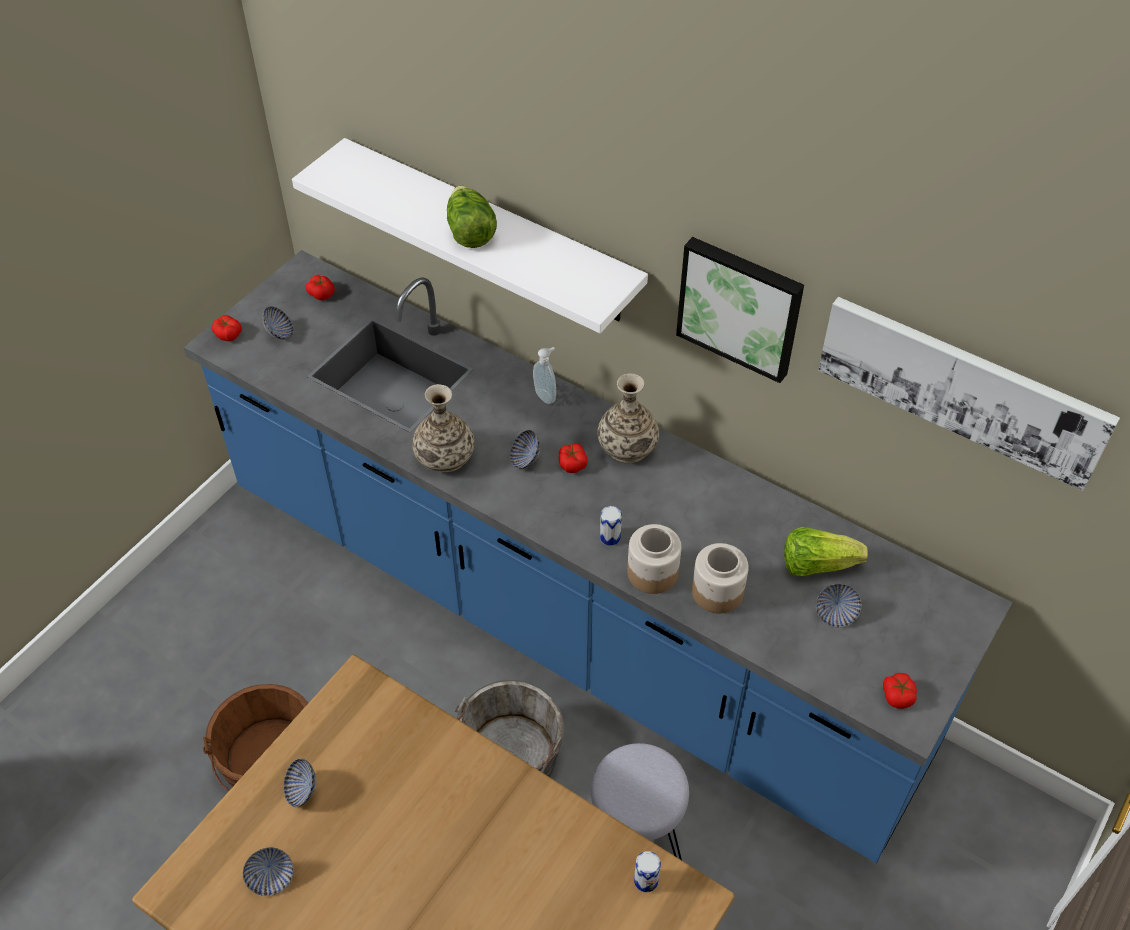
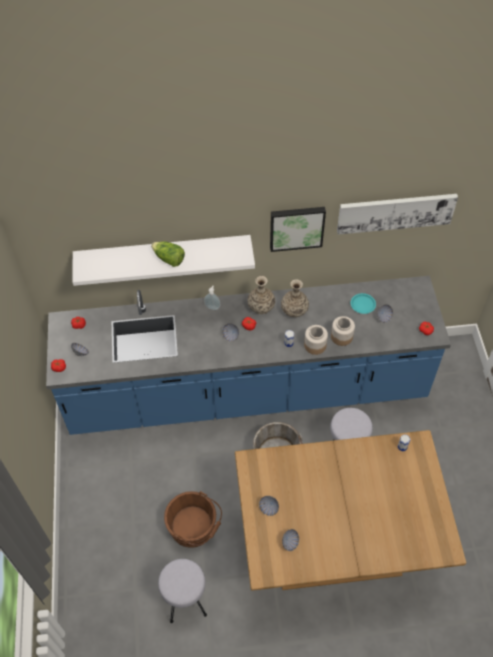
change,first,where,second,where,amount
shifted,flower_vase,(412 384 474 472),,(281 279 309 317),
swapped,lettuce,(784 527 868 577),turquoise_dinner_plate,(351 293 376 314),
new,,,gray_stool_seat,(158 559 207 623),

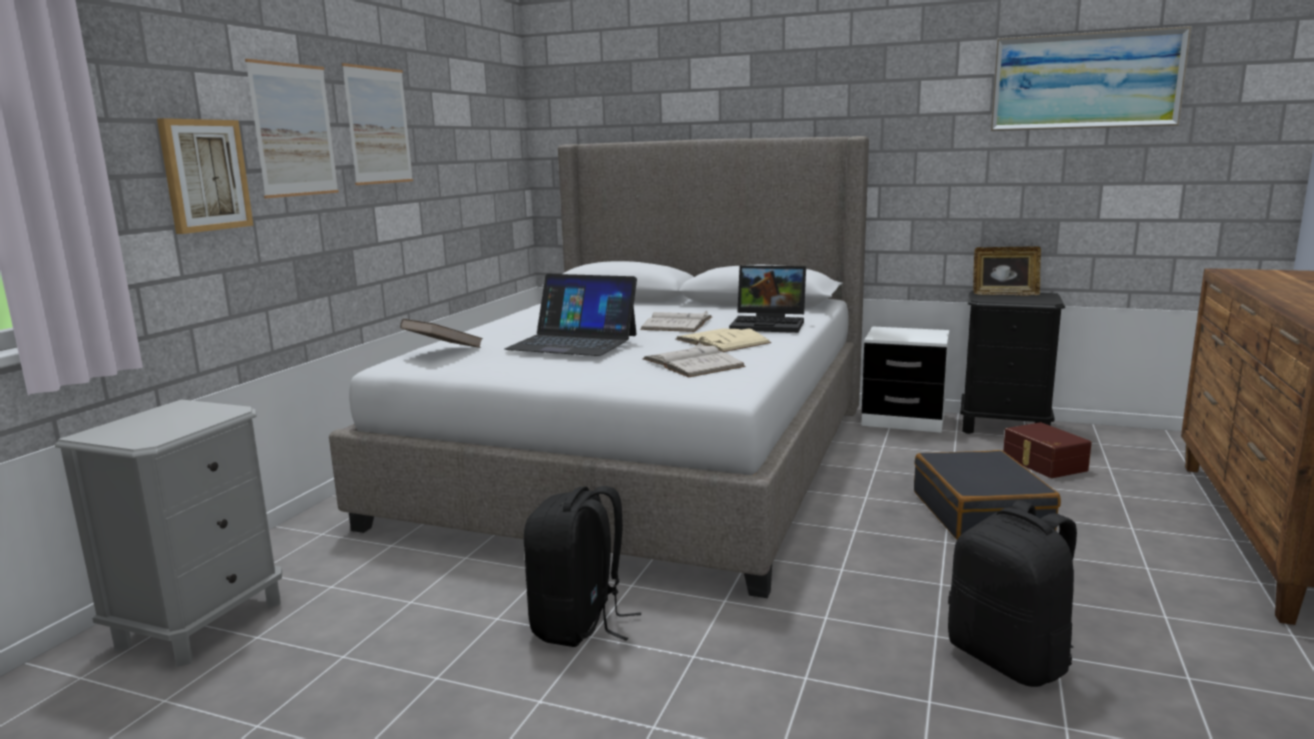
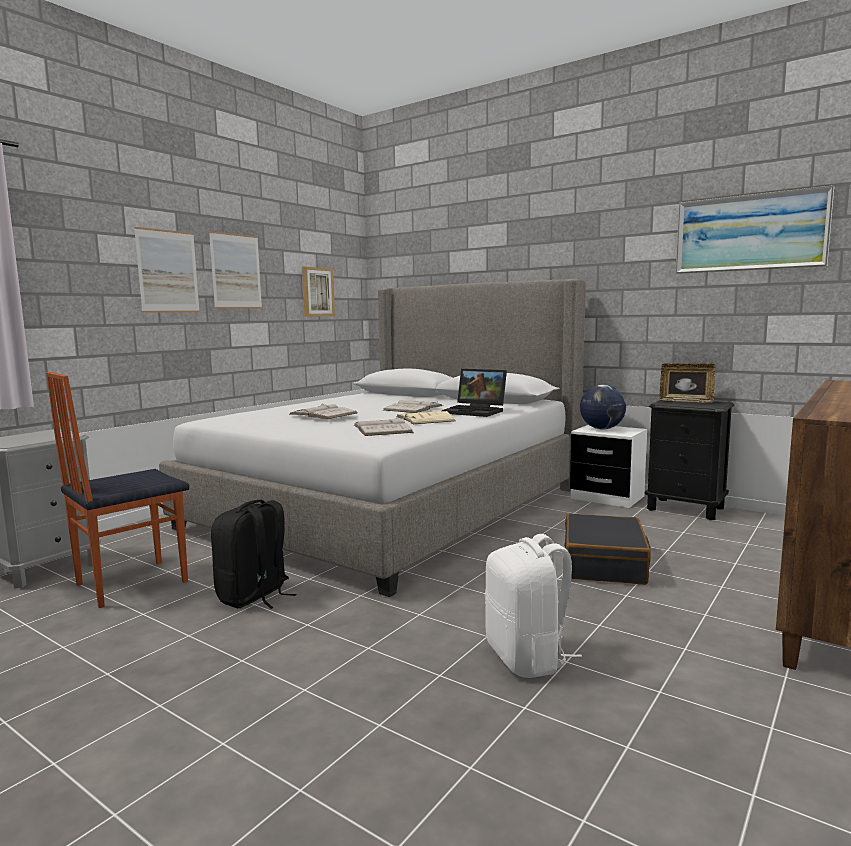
change,first,where,second,where,amount
shifted,picture,(157 118 254 234),,(302 267 335 317),
swapped,portable_computer,(504 274 637 356),white_bound_book,(290 403 357 419),
gone,brown_bound_book,(400 319 483 348),,,
gone,brown_storage_bin,(1003 422 1092 478),,,
repainted,black-coloured_rucksack,(948 500 1077 687),white_rucksack,(485 534 582 678),
new,,,plain_chair,(46 372 189 608),
new,,,desk_globe,(580 385 626 430),

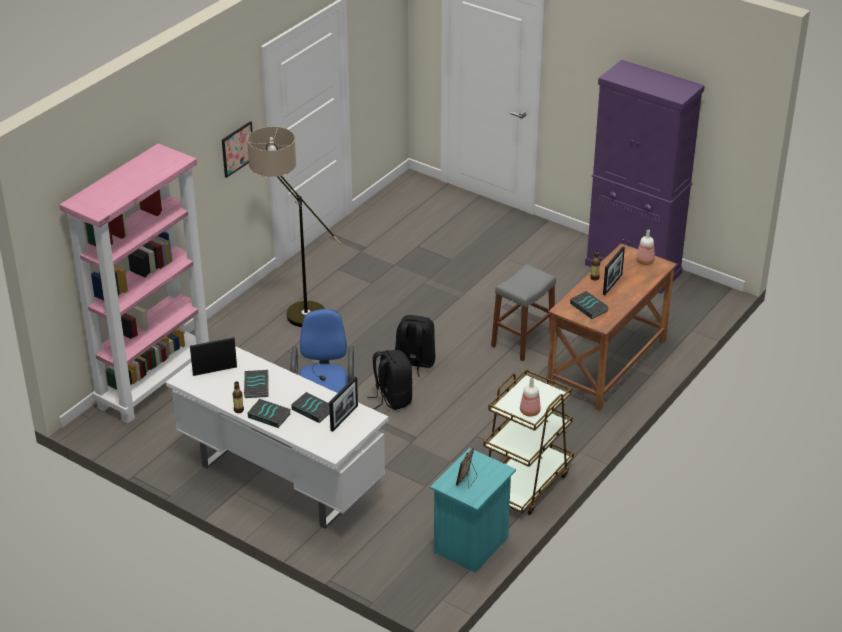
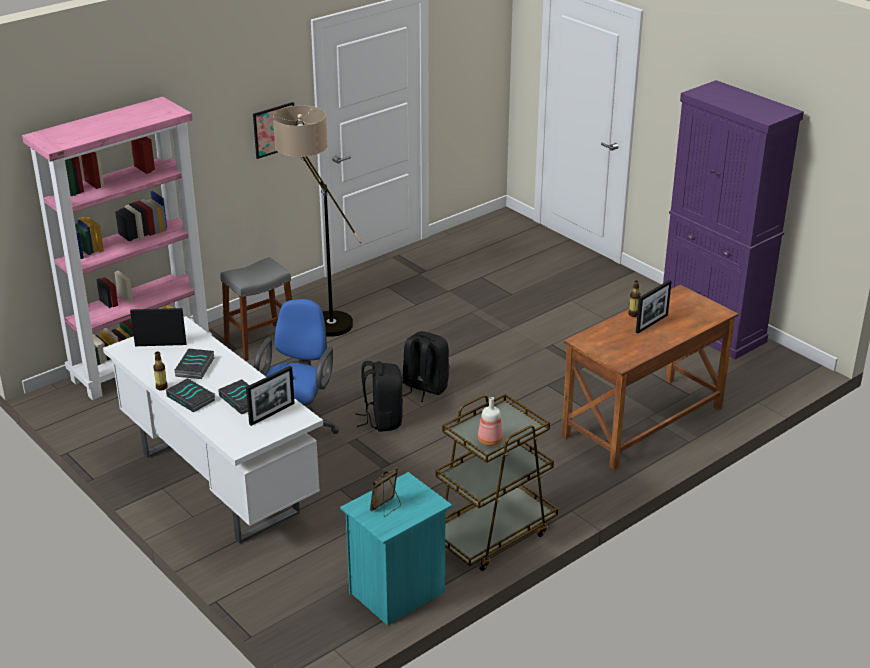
change,first,where,second,where,amount
gone,drink_bottle,(636 229 655 265),,,
shifted,gray_stool_seat,(491 264 556 361),,(220 257 292 361),
gone,bound_book,(570 291 609 319),,,

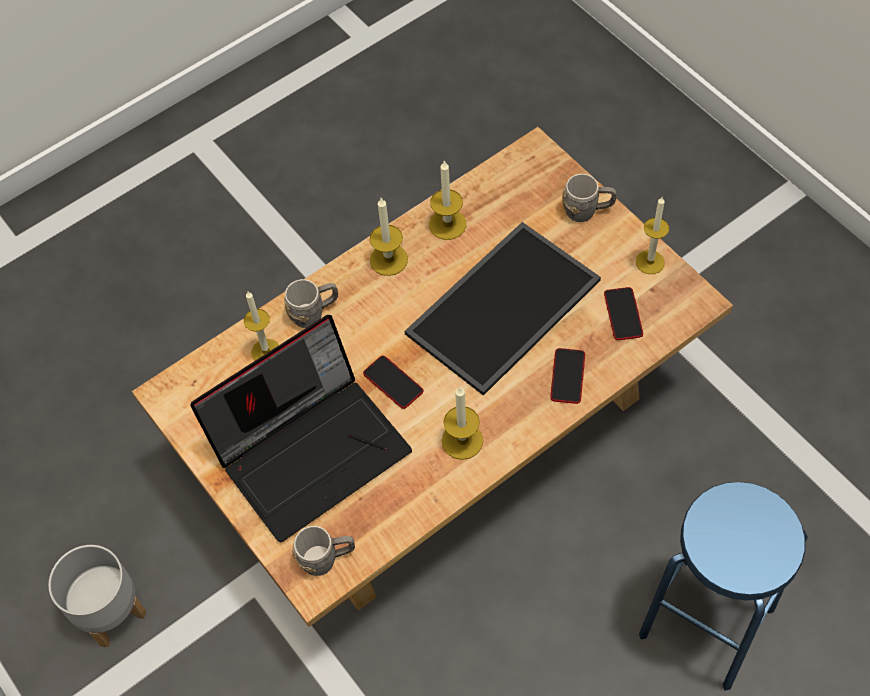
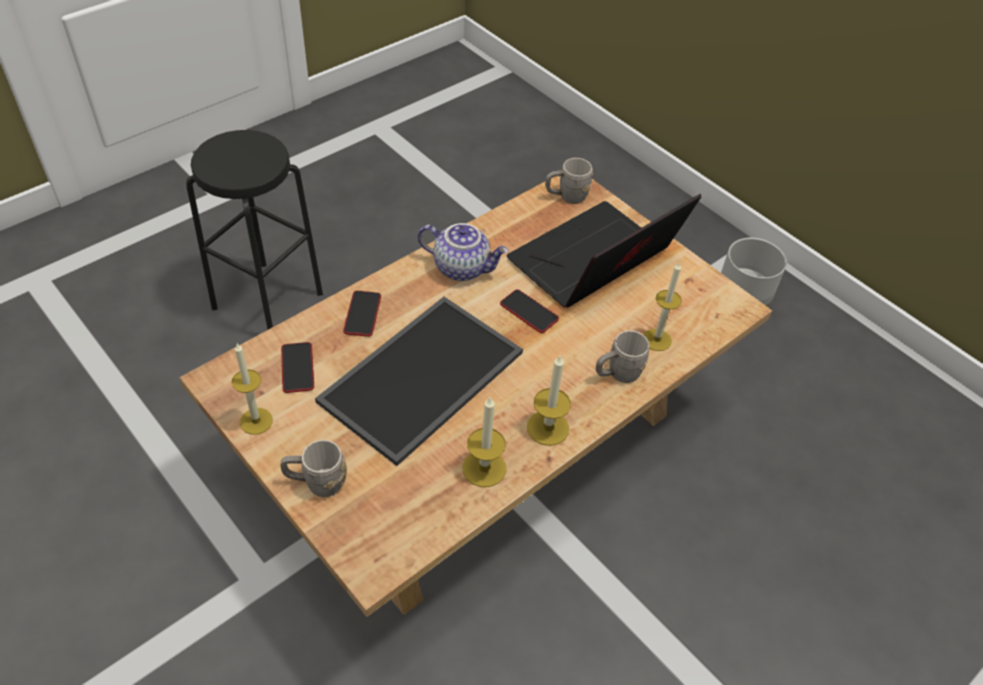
change,first,where,second,where,amount
swapped,candle,(442 387 483 460),pot_for_tea,(418 223 509 281),
repainted,blue_stool_seat,(639 482 808 691),black-coloured_stool_seat,(186 130 323 330),

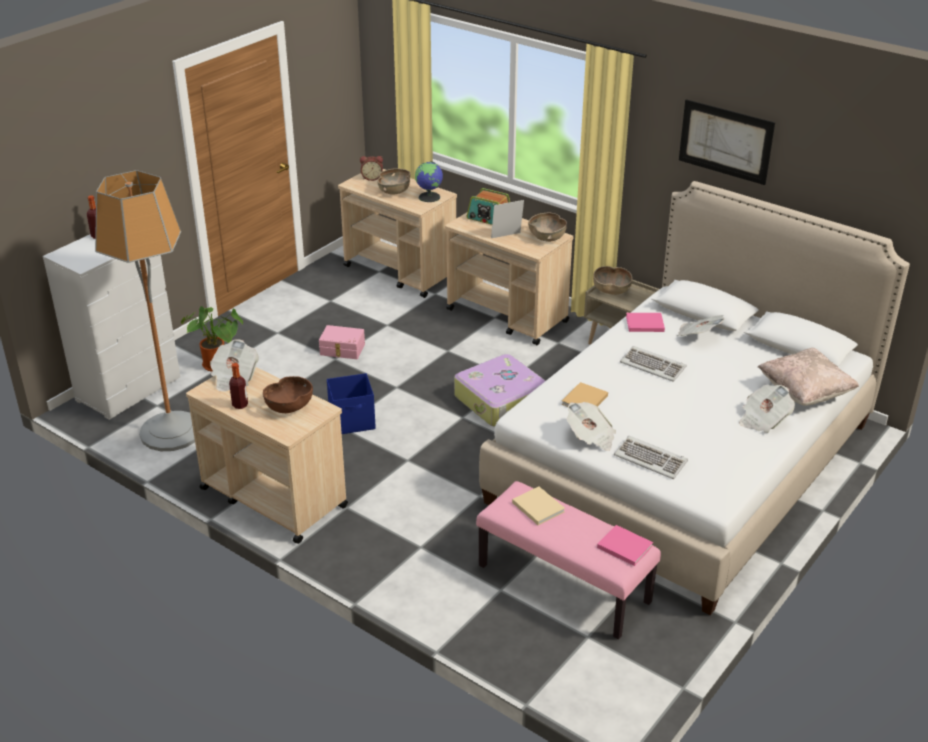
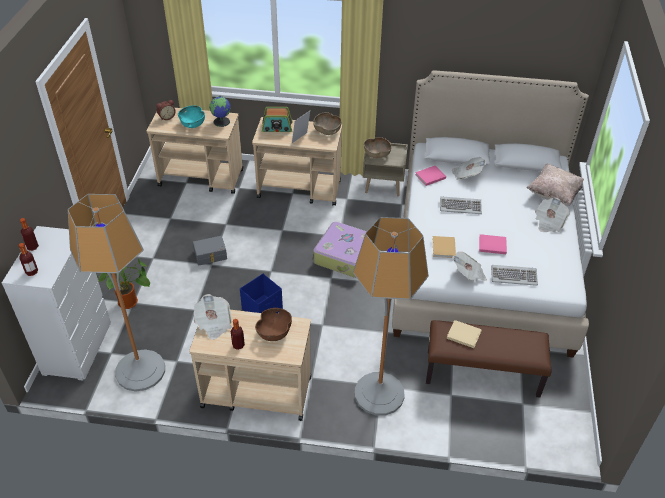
change,first,where,second,where,amount
gone,picture,(679 99 775 185),,,
repainted,brown_deep_dish,(377 168 410 195),turquoise_deep_dish,(178 106 205 128),
repainted,pinkish_storage_bin,(319 325 365 359),gray_storage_bin,(193 236 227 265),
repainted,pinkish_indoor_bench,(476 481 661 639),brown_indoor_bench,(426 320 552 398),
shifted,pinkish_bound_book,(597 525 653 566),,(479 234 507 254),
new,,,standing_lamp,(353 217 429 415),
new,,,drink_bottle,(19 243 38 276),

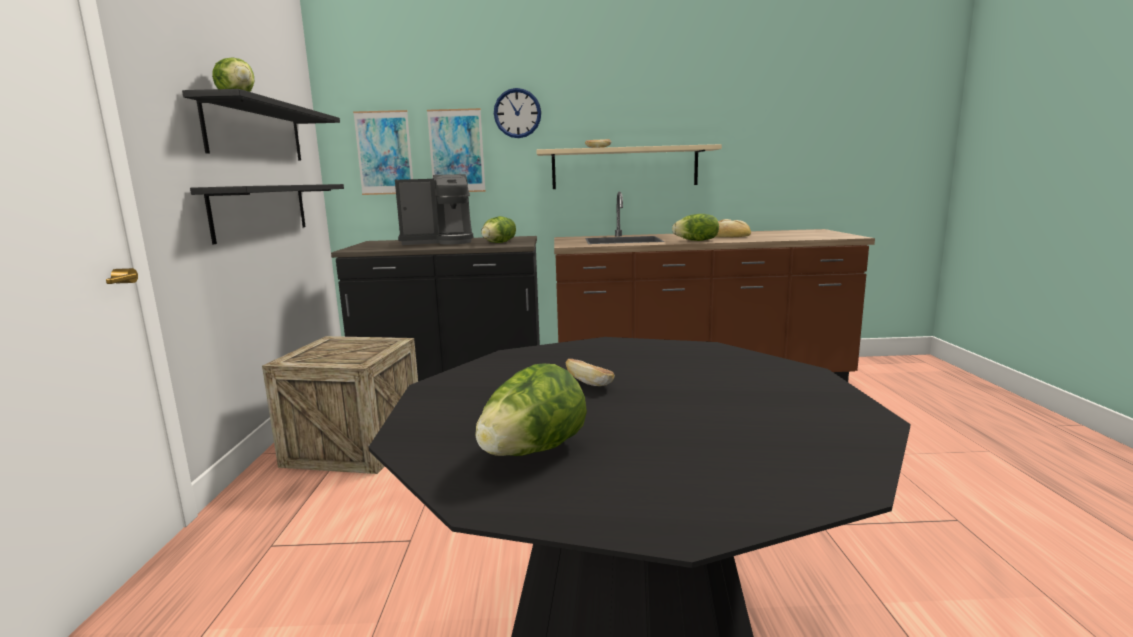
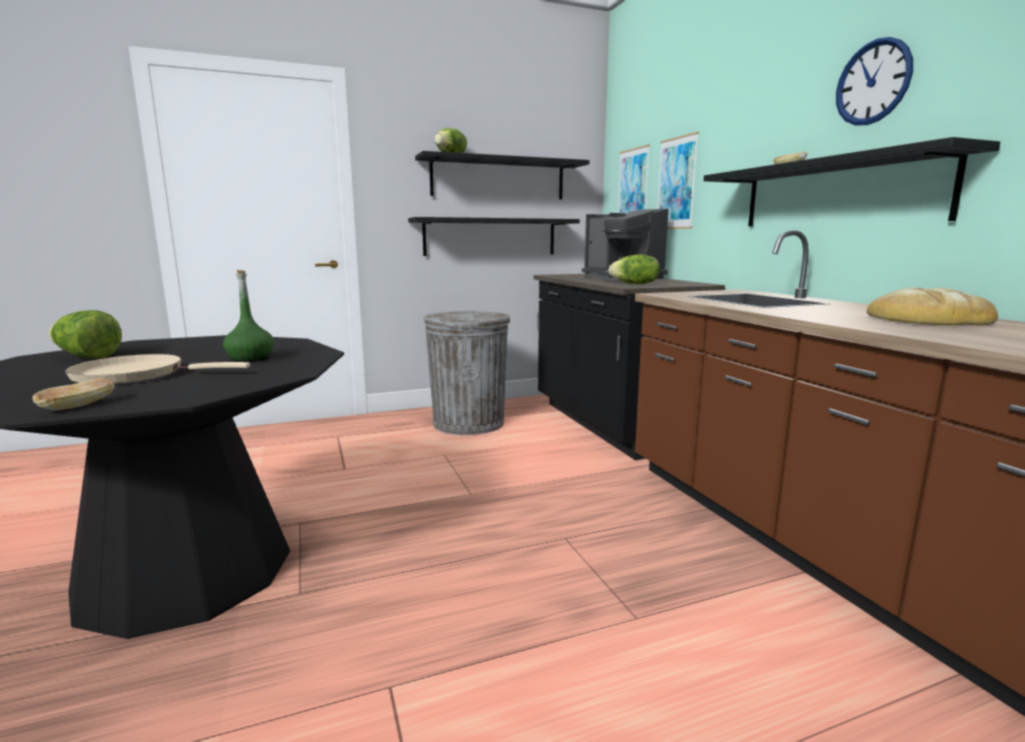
change,first,where,second,where,amount
shifted,hanging_clock,(494 88 541 138),,(836 37 913 125),
repainted,beige_shelf,(536 144 722 189),black-coloured_shelf,(704 137 1000 226),
gone,lettuce,(672 214 719 241),,,
swapped,shipping_crate,(262 336 418 474),gray_rubbish_bin,(423 311 510 435),
shifted,baked_bread,(565 359 614 386),,(32 379 115 410),
new,,,green_drink_bottle,(223 270 274 362),
new,,,beige_skillet,(65 354 250 384),

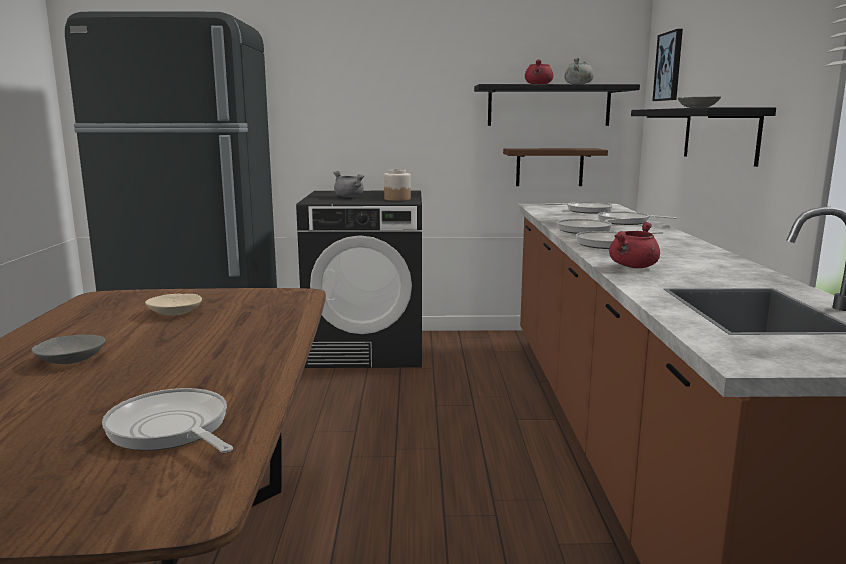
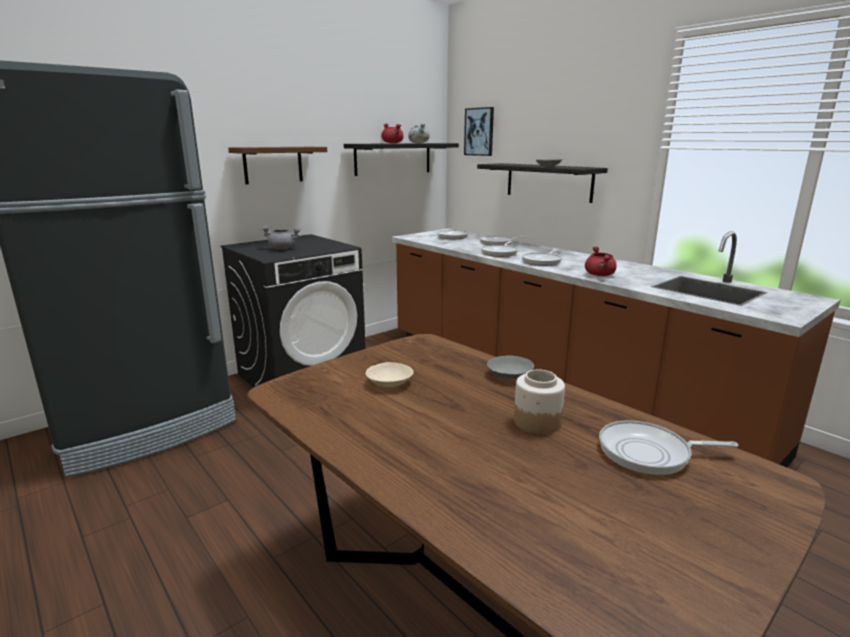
change,first,where,second,where,amount
shifted,brown_shelf,(503 148 608 186),,(228 147 327 184),
shifted,jar,(384 169 411 201),,(514 369 565 434),
shifted,gray_deep_dish,(31 335 105 364),,(487 355 534 379),

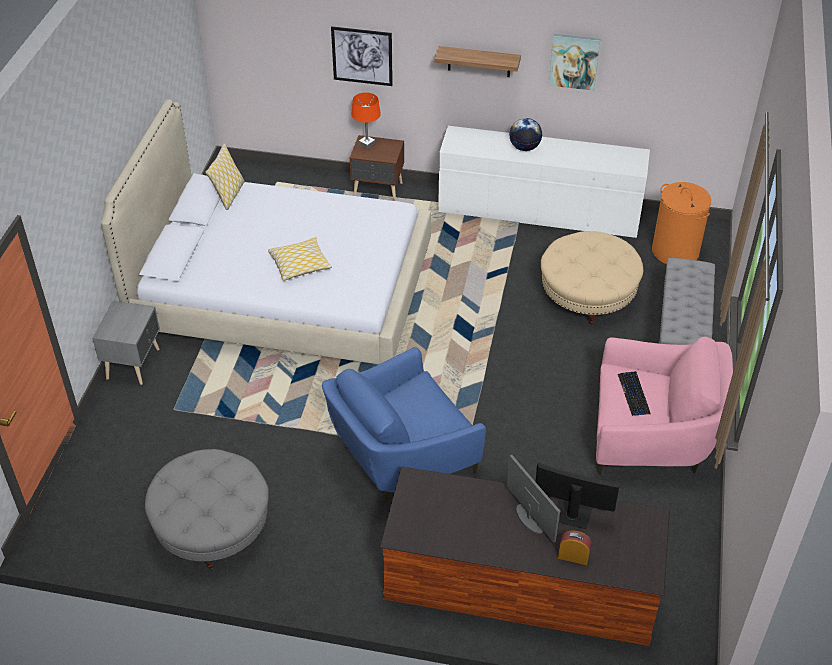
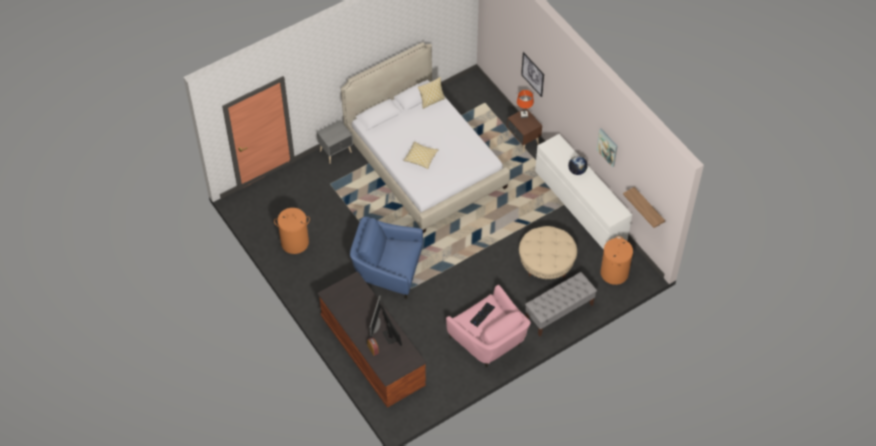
change,first,where,second,where,amount
shifted,shelf,(435 46 521 77),,(623 187 665 228),
swapped,gray_footrest,(145 449 269 570),orange_hamper,(274 208 310 254),

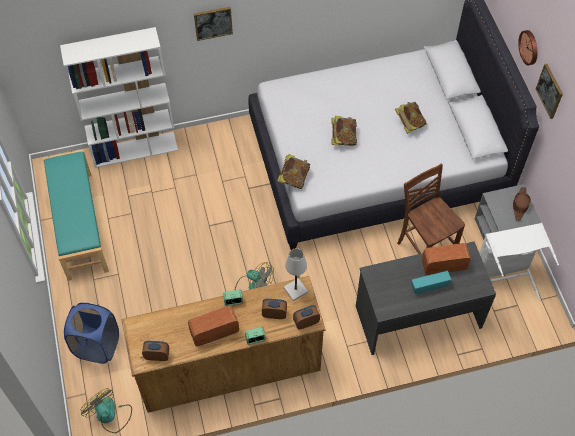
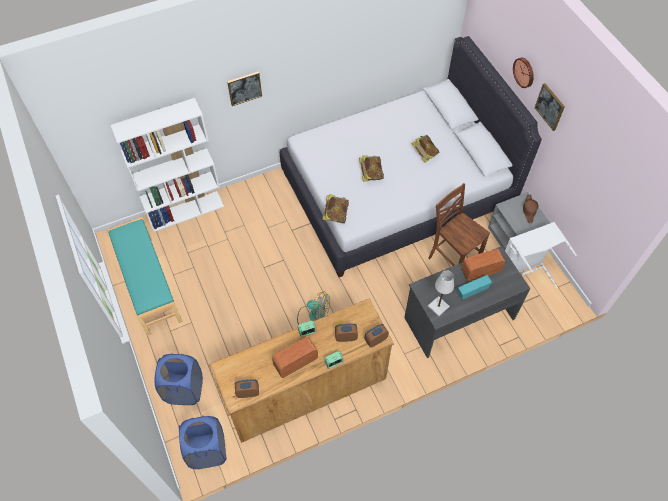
change,first,where,second,where,amount
shifted,white_table_lamp,(284 248 308 301),,(428 270 454 316),
swapped,electric_fan,(81 388 132 433),blue_hamper,(179 416 226 469),

